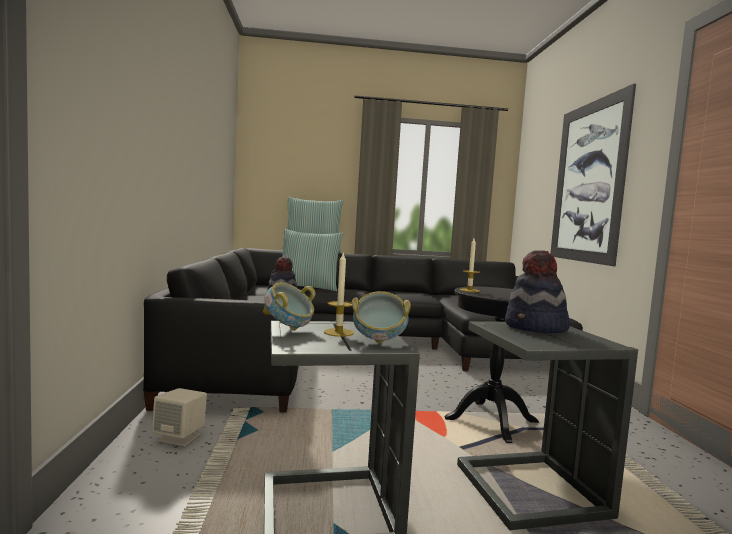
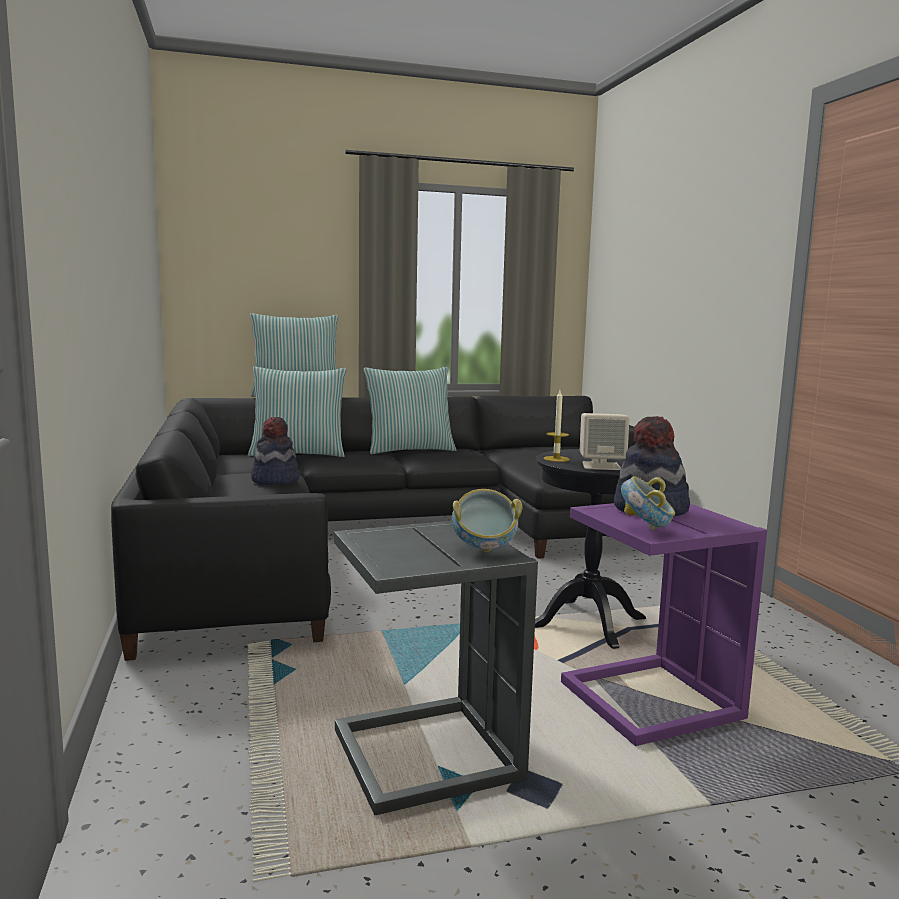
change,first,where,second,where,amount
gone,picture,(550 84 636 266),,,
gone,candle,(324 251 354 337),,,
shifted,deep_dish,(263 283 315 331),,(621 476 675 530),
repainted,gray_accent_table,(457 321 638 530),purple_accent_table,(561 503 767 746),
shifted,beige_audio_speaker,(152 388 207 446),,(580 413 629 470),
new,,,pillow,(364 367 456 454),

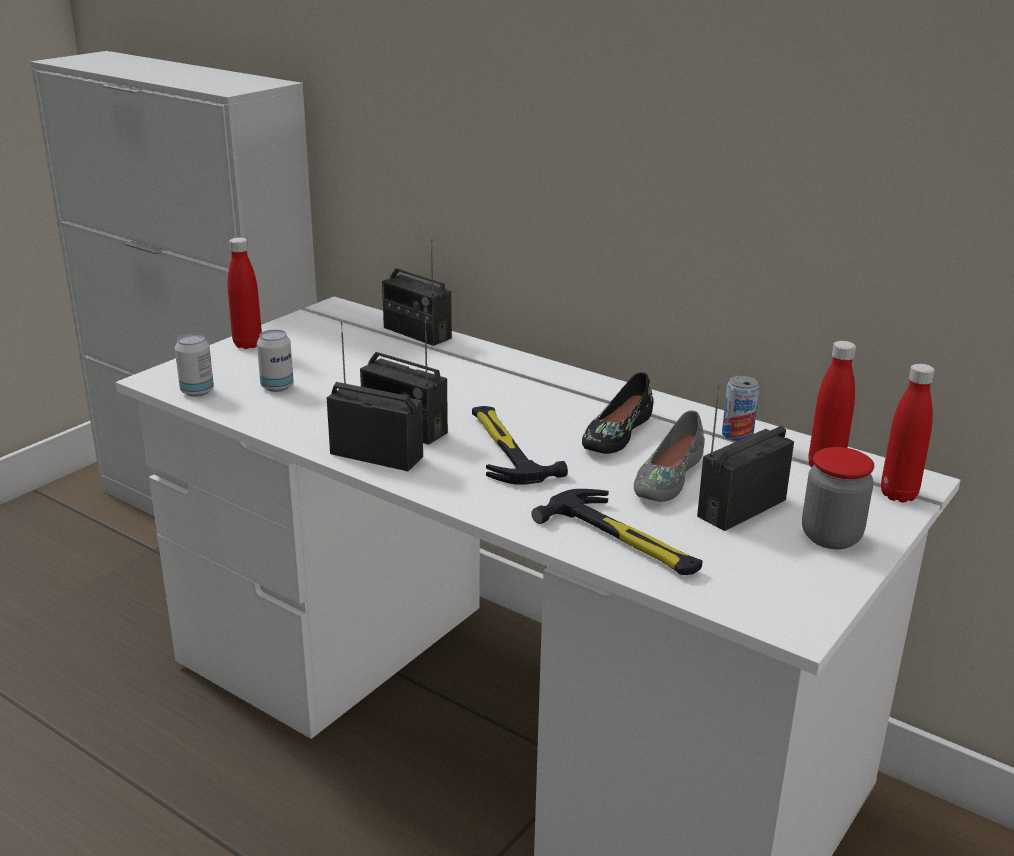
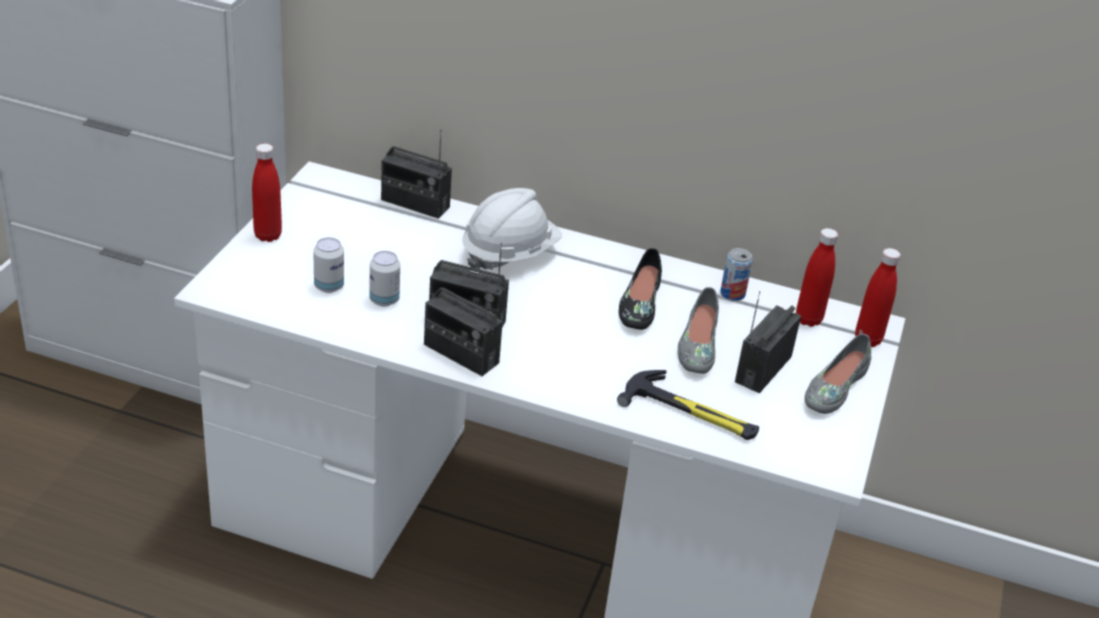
change,first,where,second,where,amount
rotated,radio_receiver,(327 322 423 471),,(424 280 503 376),150 degrees counterclockwise
shifted,sealed_can,(175 334 214 397),,(369 251 400 306),
gone,hand_hammer,(472 406 568 485),,,
swapped,jar,(802 447 874 549),gray_low_shoe,(805 334 872 414),
new,,,white_safety_helmet,(462 188 562 270),

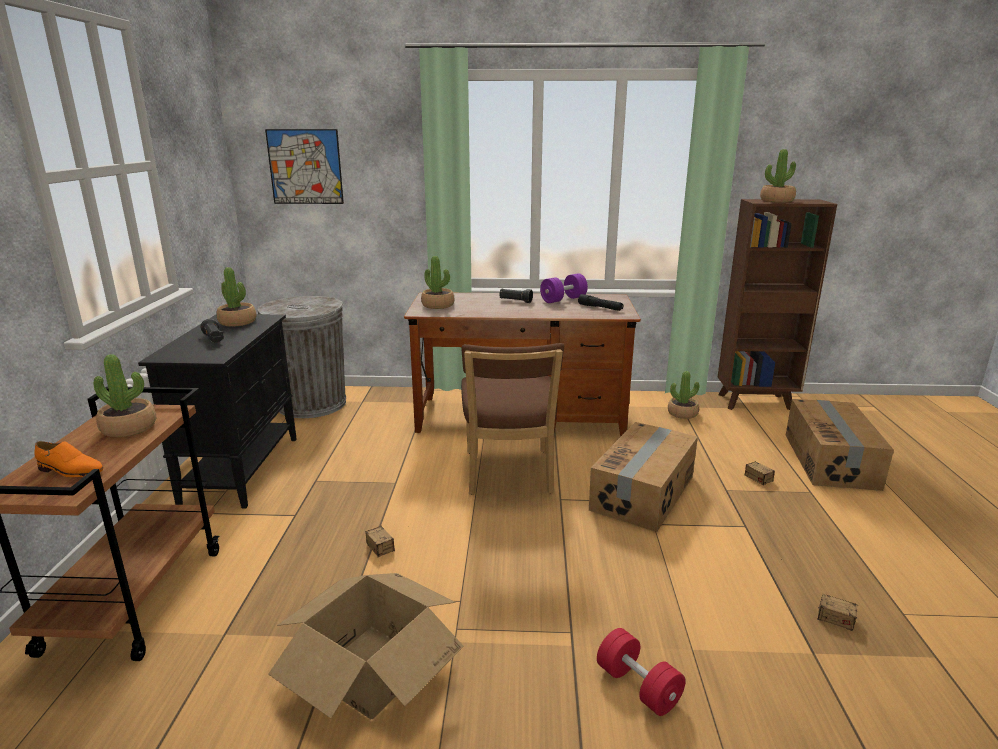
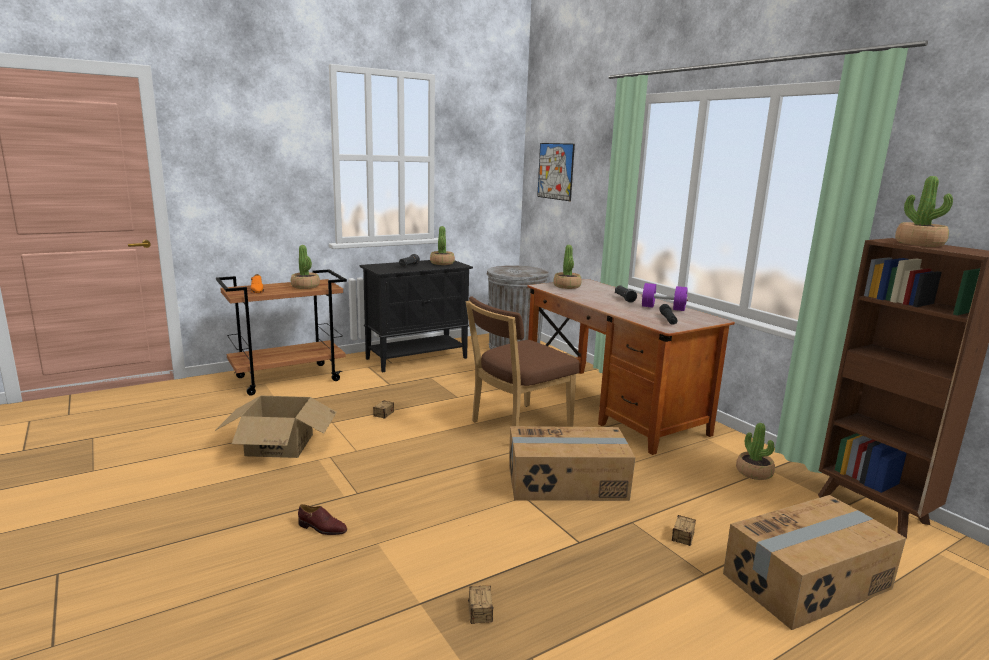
change,first,where,second,where,amount
swapped,red-coloured_free_weight,(597 628 685 716),brown_low_shoe,(298 504 347 535),

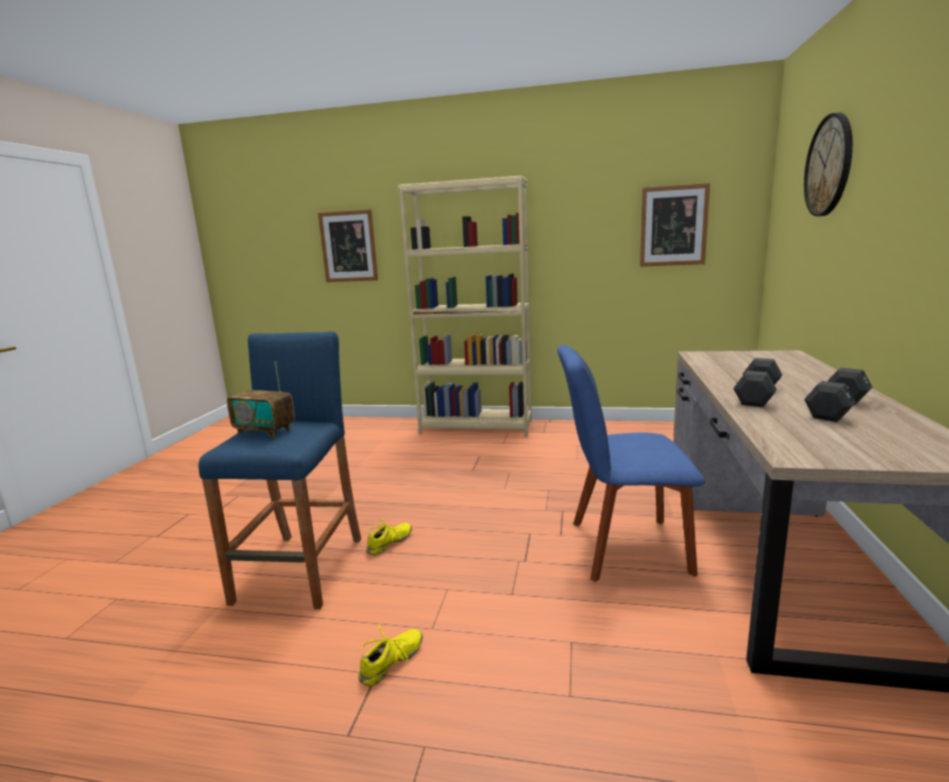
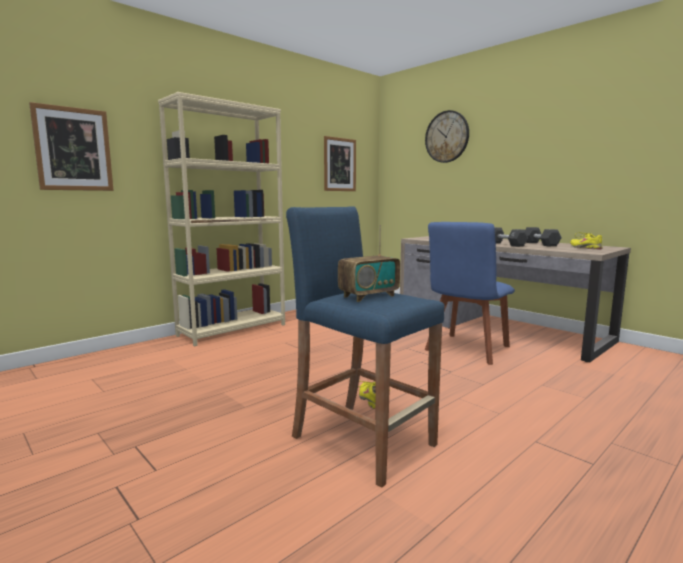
change,first,where,second,where,amount
shifted,yellow-coloured_low_shoe,(356 625 423 687),,(570 232 603 249),

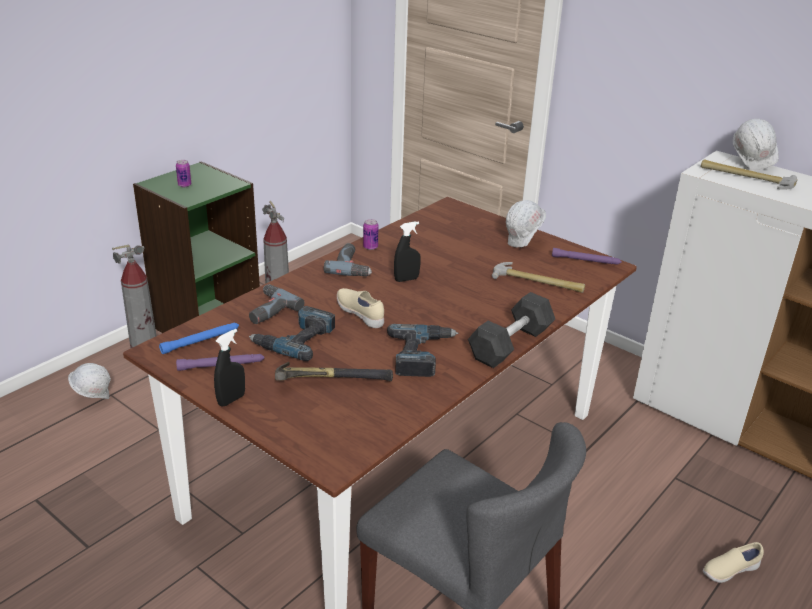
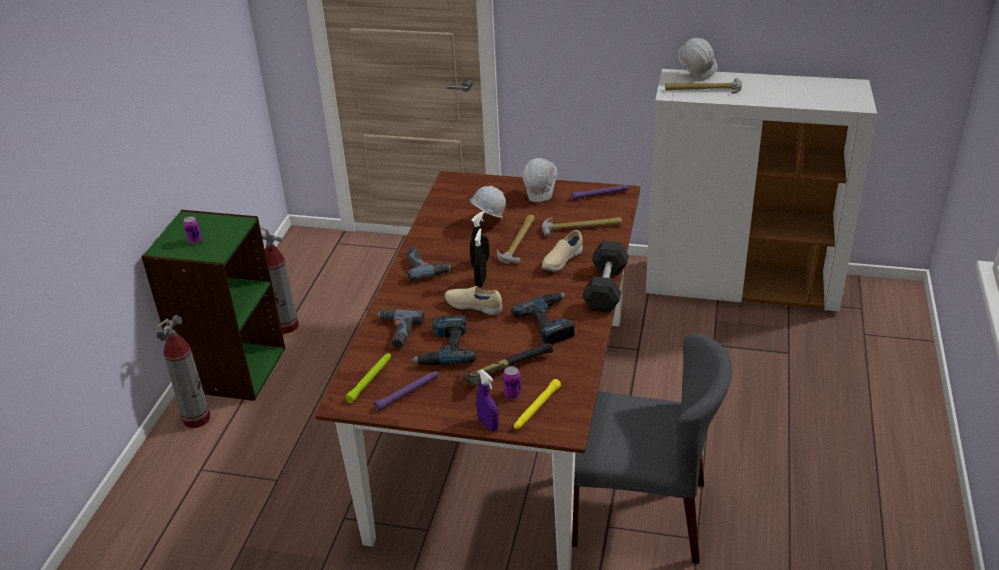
change,first,where,second,where,amount
shifted,sealed_can,(363 219 378 250),,(503 366 521 399),
repainted,blue_hand_torch,(159 323 239 354),green_hand_torch,(345 353 391 403),
shifted,black-coloured_sprayer,(214 329 245 406),,(474 229 486 288),
shifted,white_safety_helmet,(68 363 111 399),,(469 186 506 218),
shifted,beige_low_shoe,(703 542 764 583),,(542 230 583 271),
new,,,hand_hammer,(497 215 535 264),
new,,,purple_sprayer,(476 370 499 431),
new,,,yellow-coloured_hand_torch,(514 379 561 429),

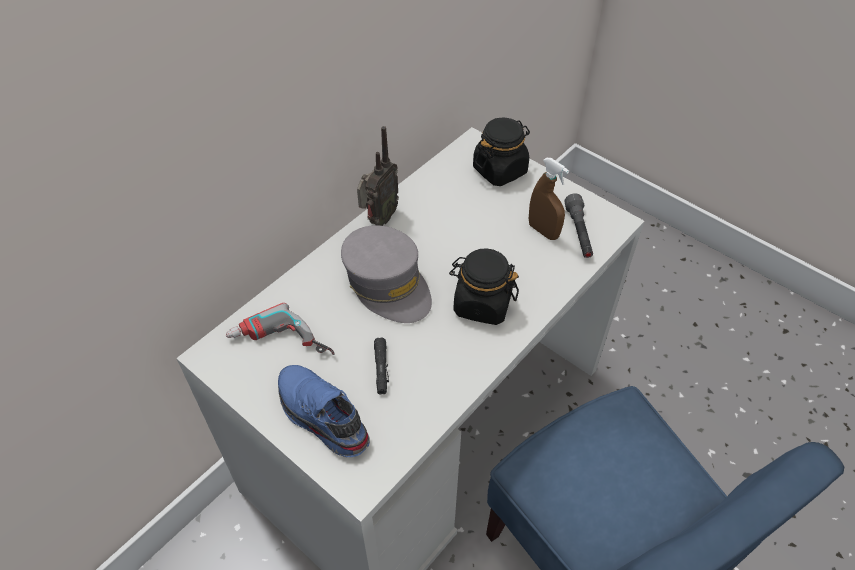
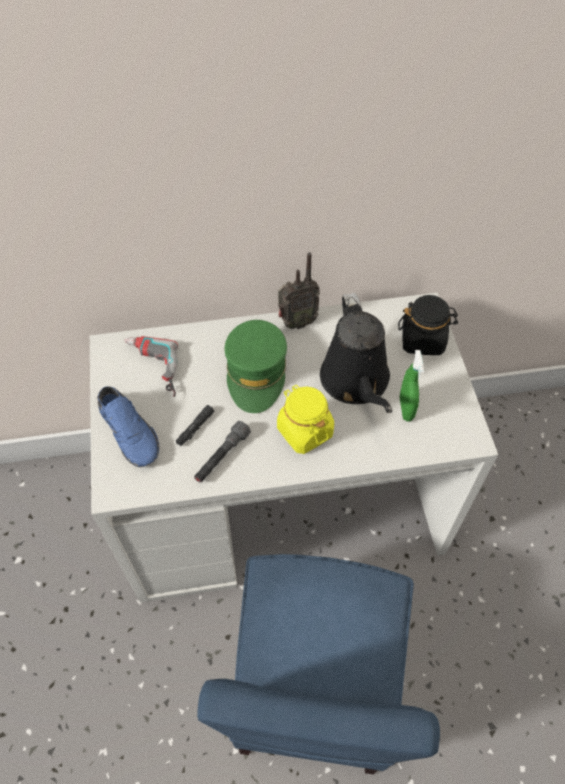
change,first,where,second,where,amount
repainted,brown_sprayer,(529 158 569 240),green_sprayer,(400 350 424 422),
shifted,gray_hand_torch,(564 193 593 258),,(194 421 251 483),
repainted,gray_cap,(341 225 432 323),green_cap,(224 320 287 413),
repainted,black-coloured_jar,(449 248 519 325),yellow-coloured_jar,(277 385 334 454),
rotated,blue_low_shoe,(278 365 370 457),,(98 386 159 468),150 degrees clockwise
new,,,black-coloured_sprinkling_can,(320 293 392 413),

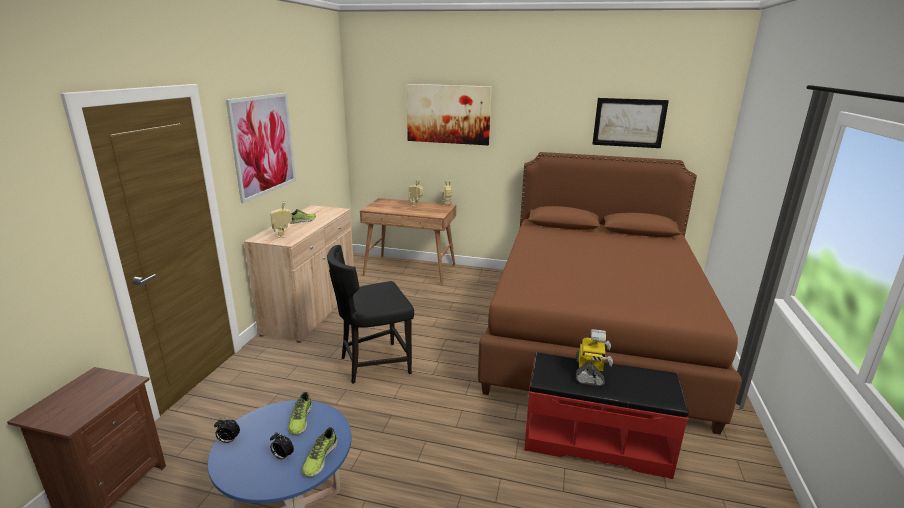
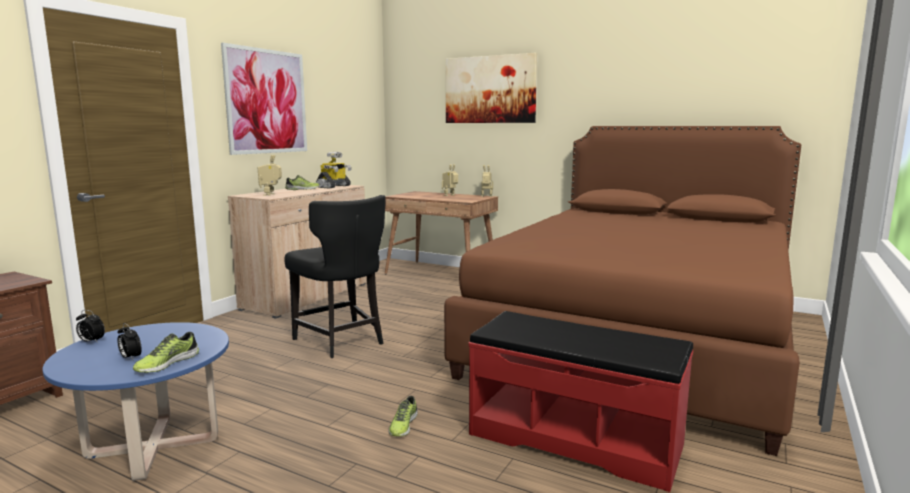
change,first,where,second,where,amount
gone,picture,(592 98 669 148),,,
rotated,black-coloured_plain_chair,(327 245 414 384),,(284 195 386 358),120 degrees counterclockwise
shifted,robot_figure,(576 329 613 386),,(316 152 352 188),
shifted,low_shoe,(288 392 312 435),,(389 396 418 437),

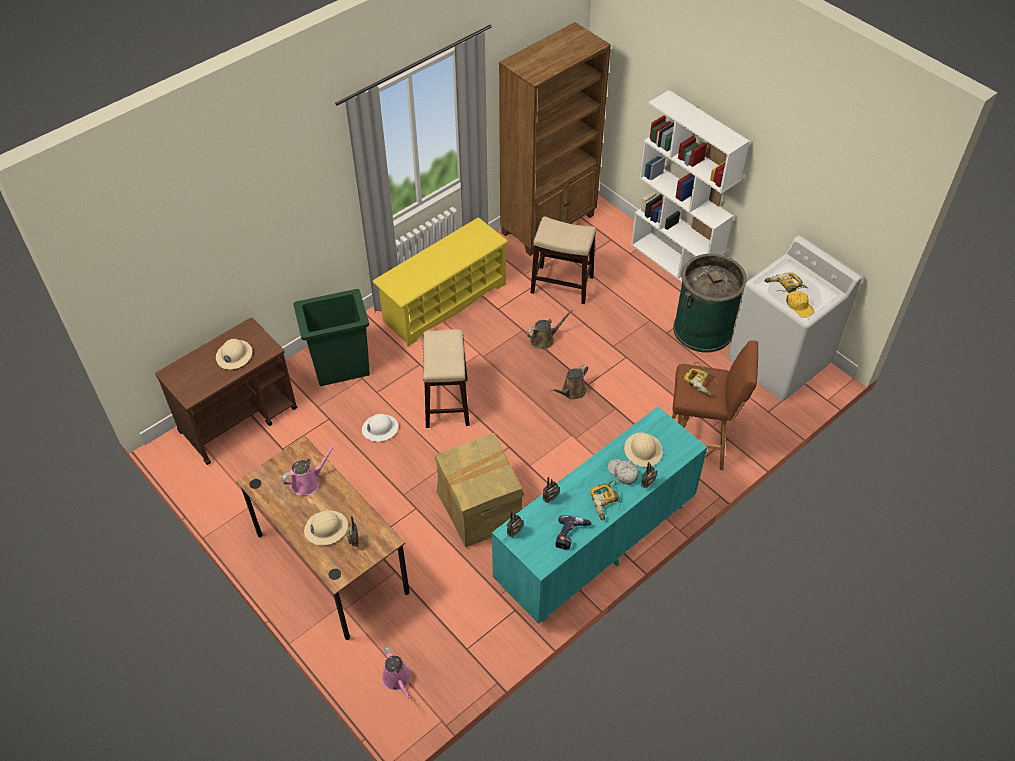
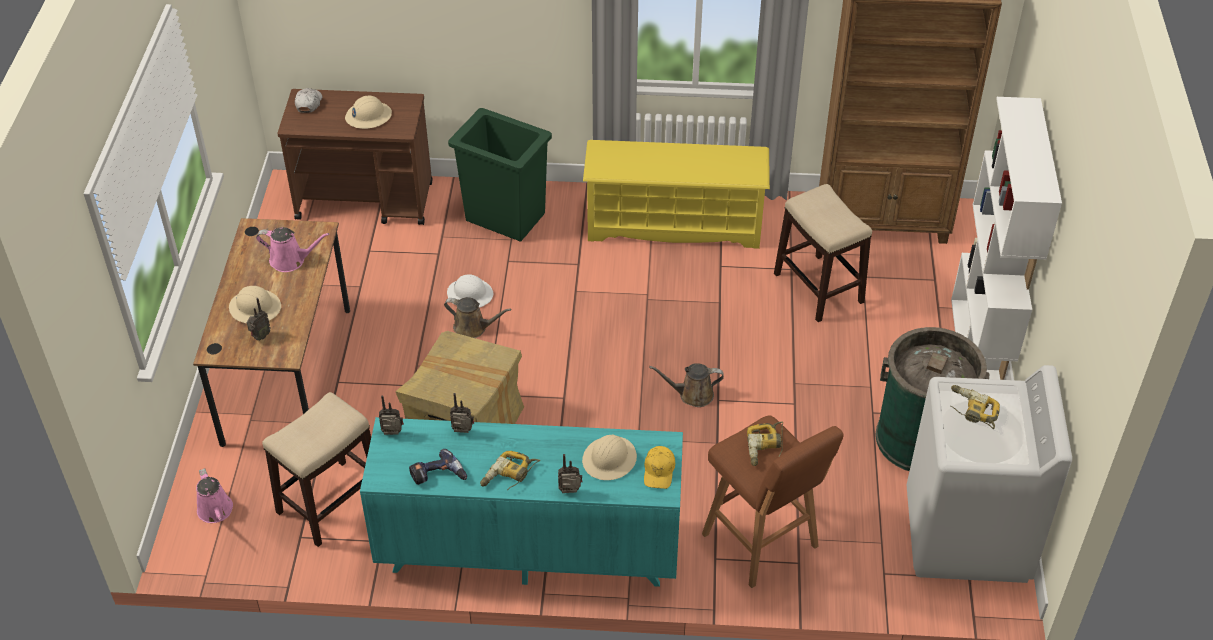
change,first,where,second,where,amount
shifted,yellow-coloured_cap,(786 291 815 318),,(644 446 675 489),
shifted,brown_sprinkling_can,(526 310 573 349),,(444 297 512 338),
shifted,stool_seat,(423 329 470 428),,(262 392 371 547),
shifted,white_cap,(608 459 638 485),,(295 88 322 113),
rotated,pinkish_sprinkling_can,(382 646 411 699),,(196 468 233 523),45 degrees counterclockwise

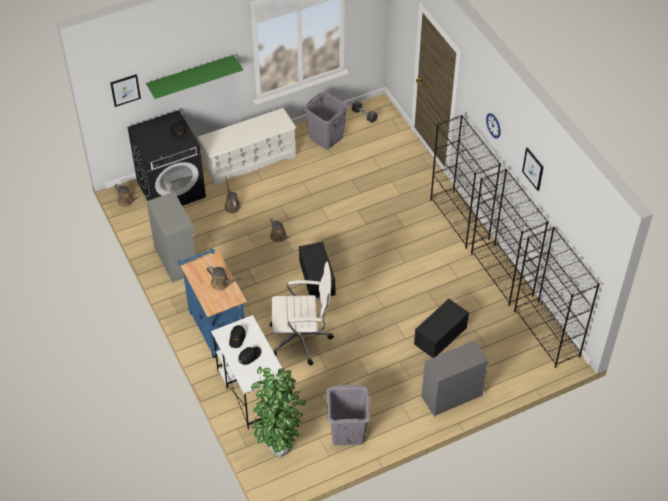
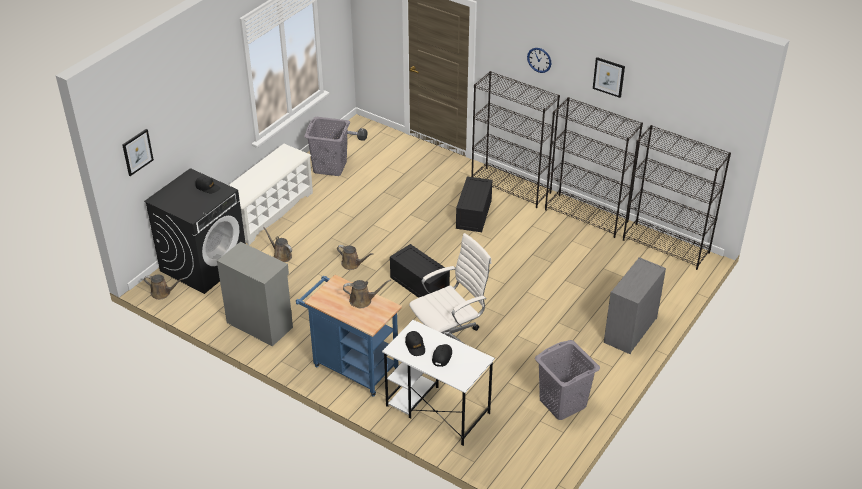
change,first,where,second,where,amount
gone,green_shelf,(146 55 243 99),,,
shifted,black-coloured_storage_bin,(414 299 469 358),,(456 176 492 232),
gone,houseplant,(251 367 306 458),,,

